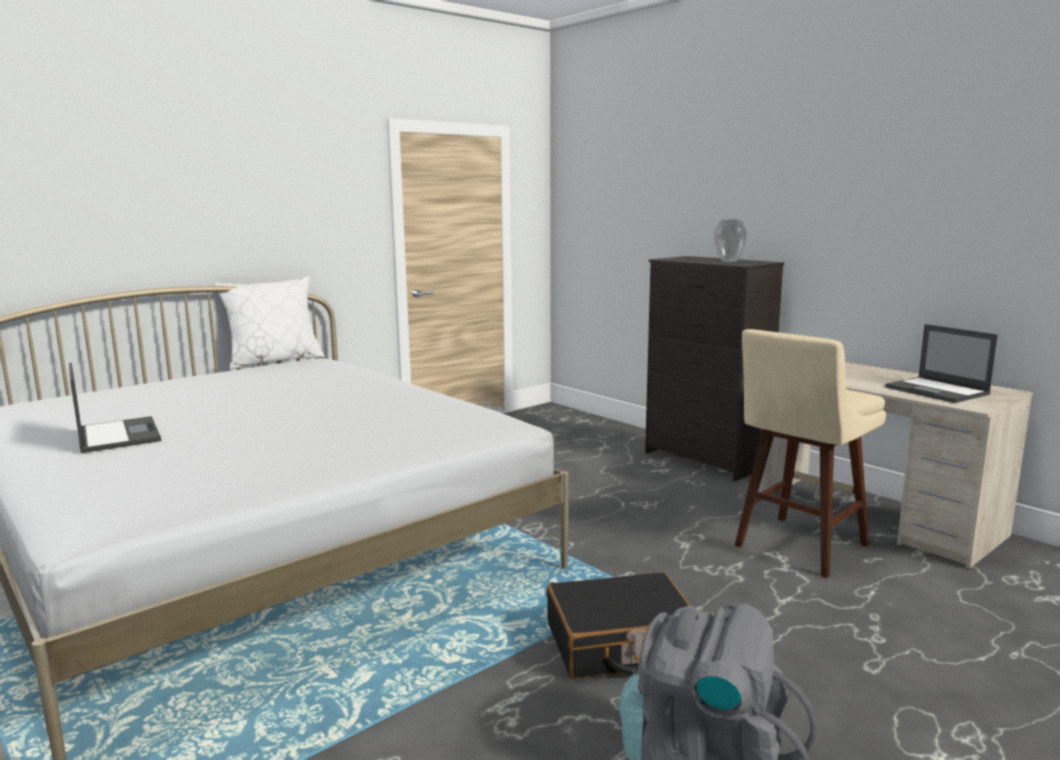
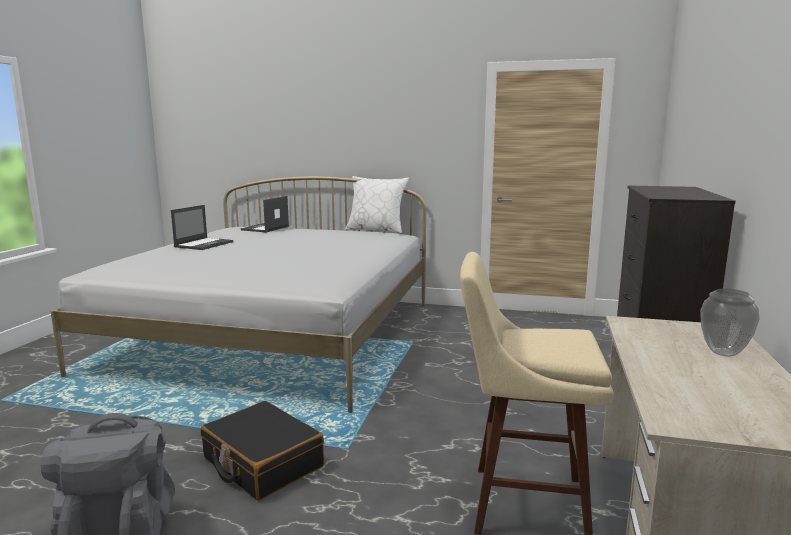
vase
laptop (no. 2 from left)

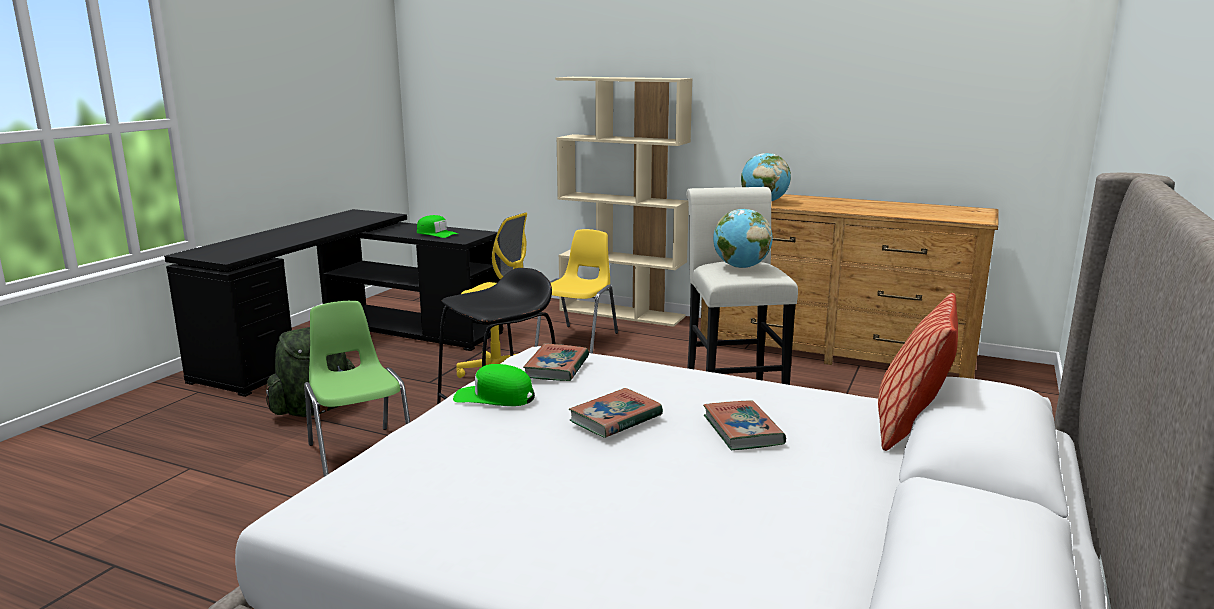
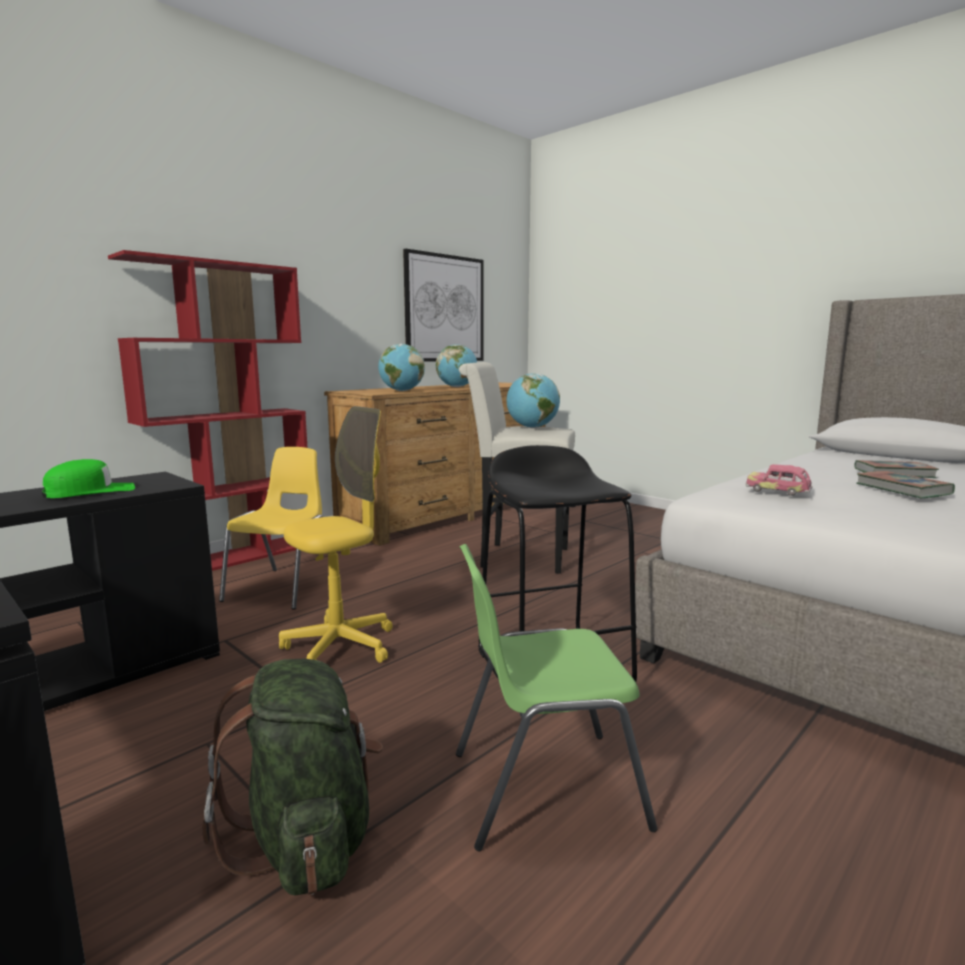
red bookcase
yellow chair
pillow
toy car
green cap (no. 2 from left in the first image)
picture
globe (no. 2 from left)

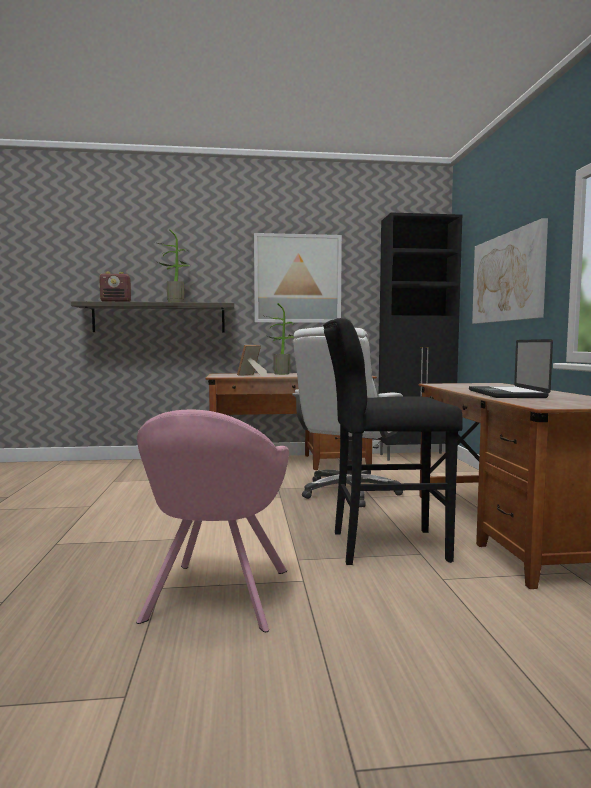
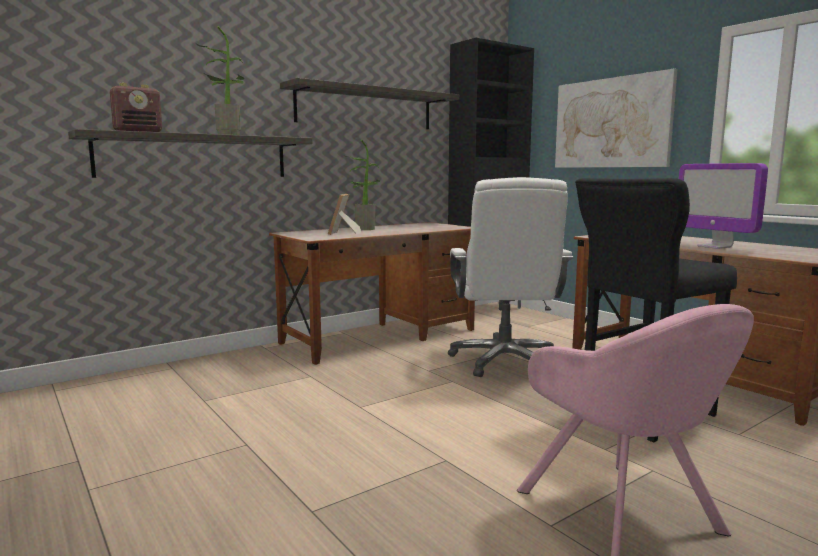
shelf (no. 2 from left)
monitor

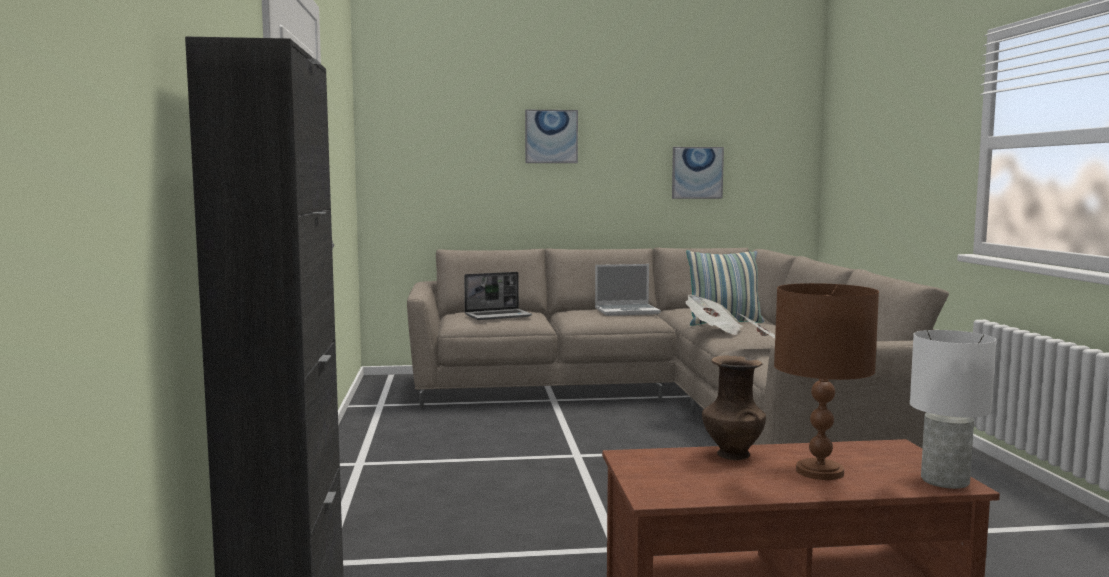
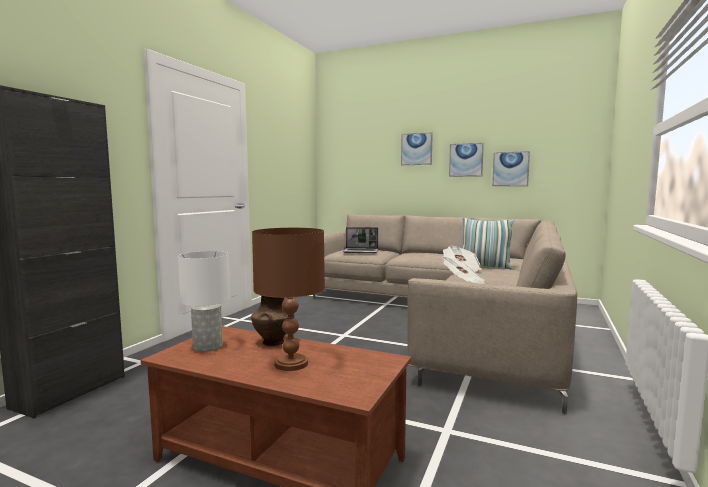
laptop (no. 2 from left in the first image)
white table lamp
picture (no. 2 from left)

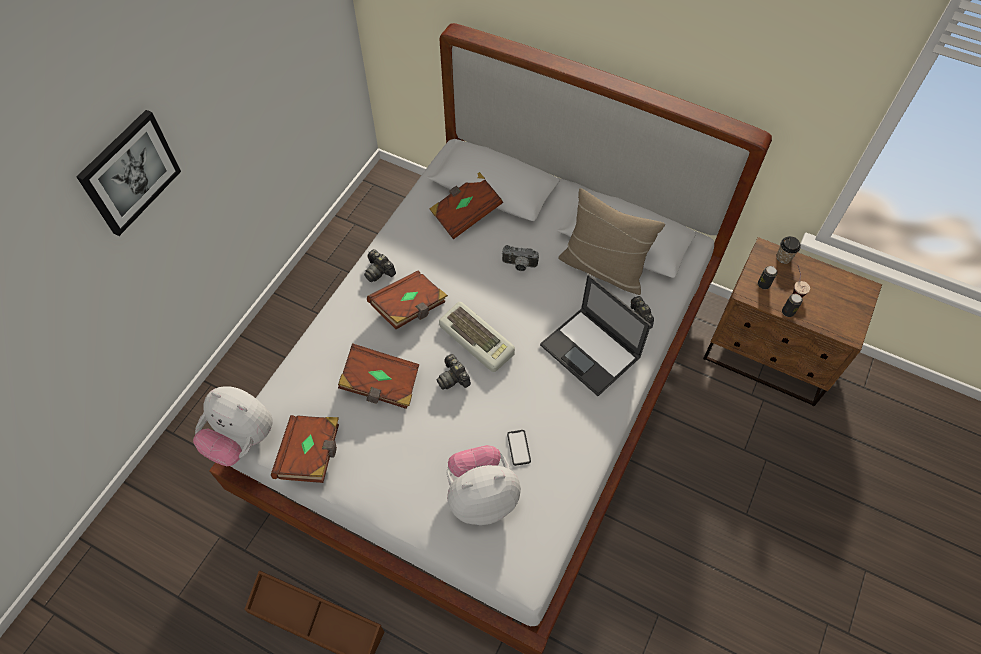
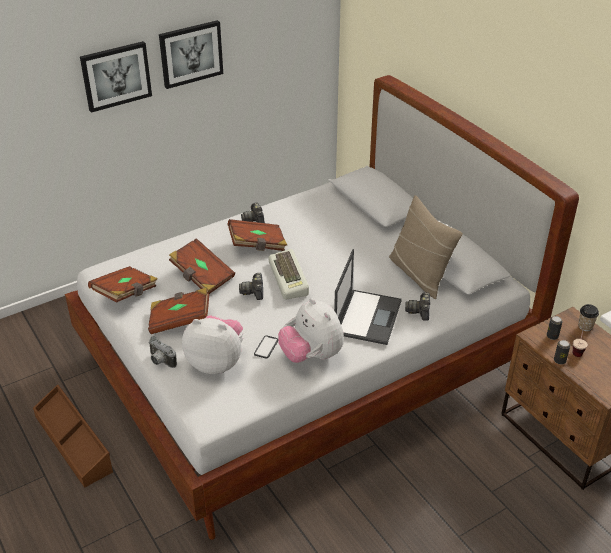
brown book (no. 2 from left)
photo camera (no. 1 from left)
laptop
plush toy (no. 2 from left)
picture (no. 2 from left)

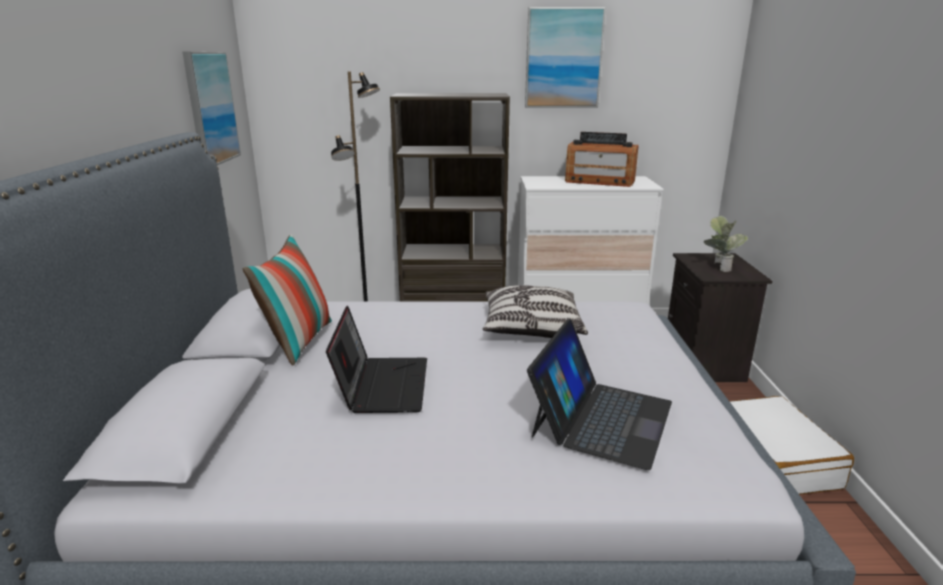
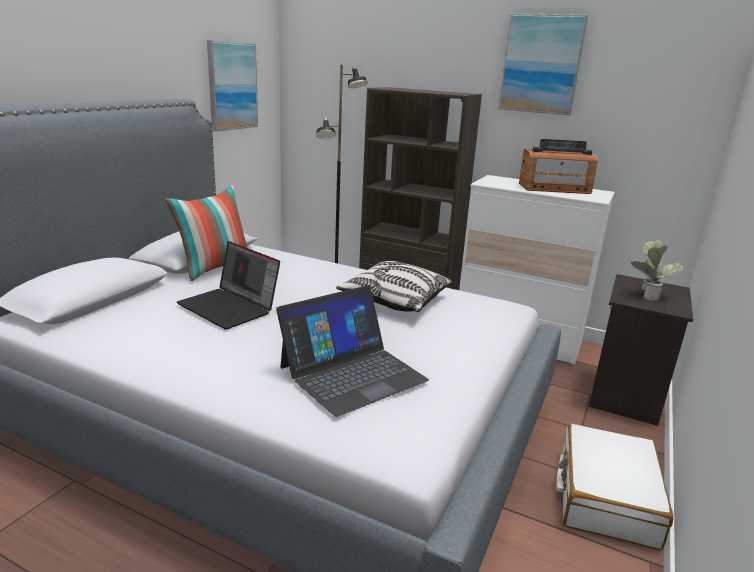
radio
laptop (no. 1 from left)

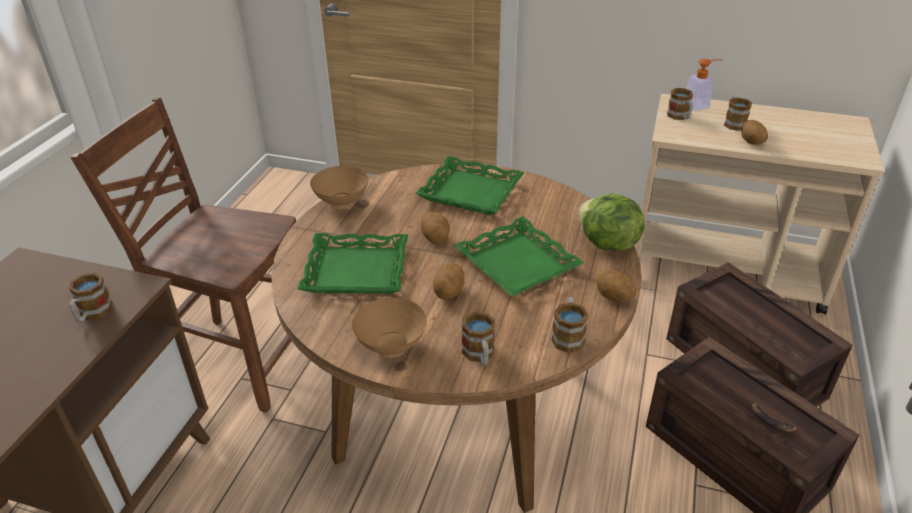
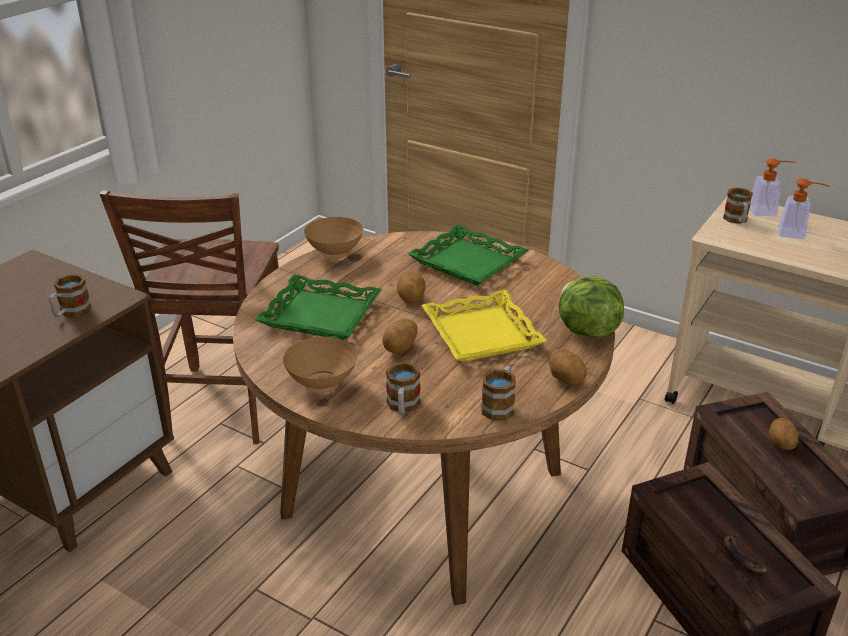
soap dispenser (no. 2 from left)
brown chair
potato (no. 4 from left)
yellow tray

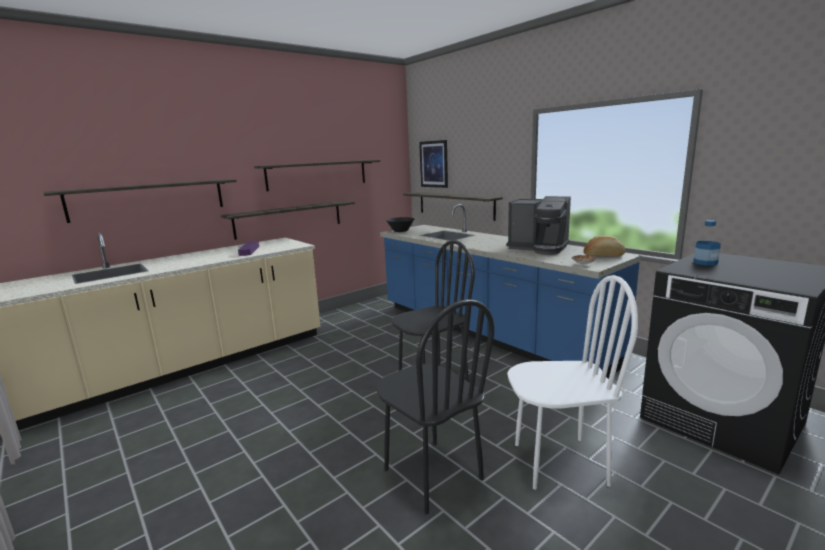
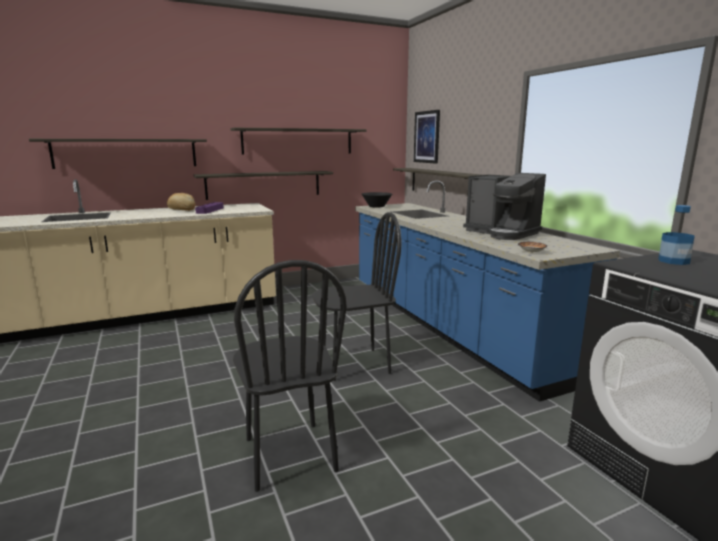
bread
white chair

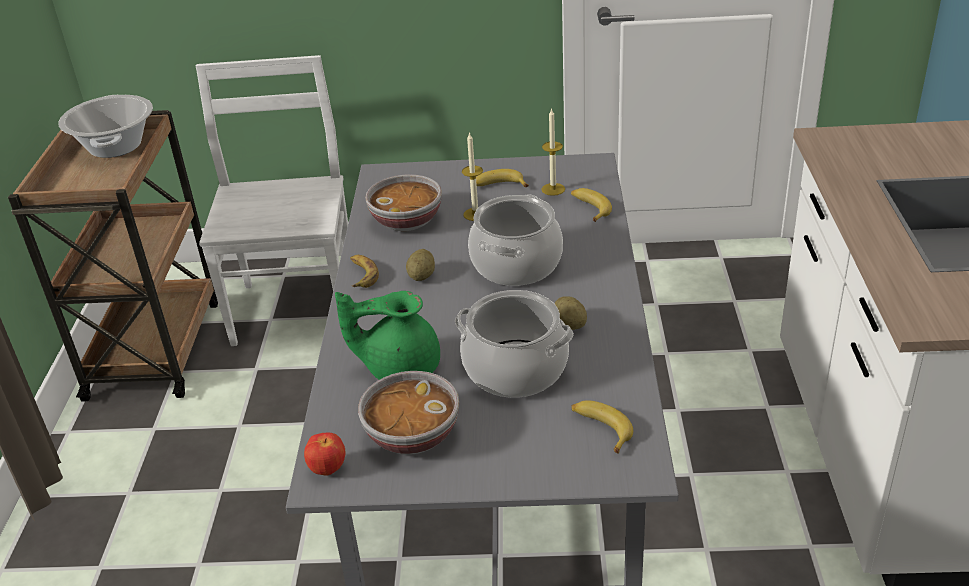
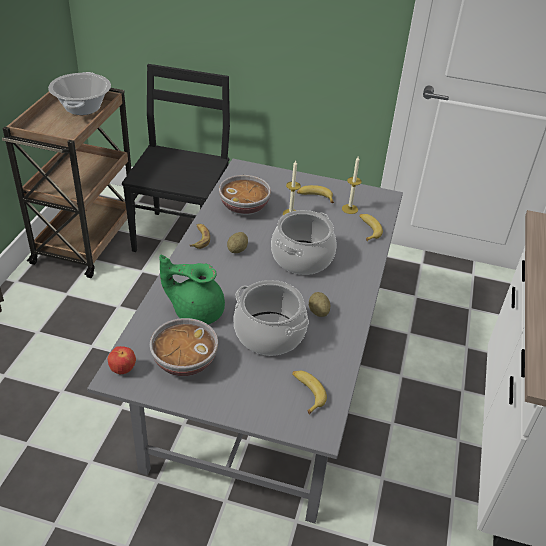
black chair

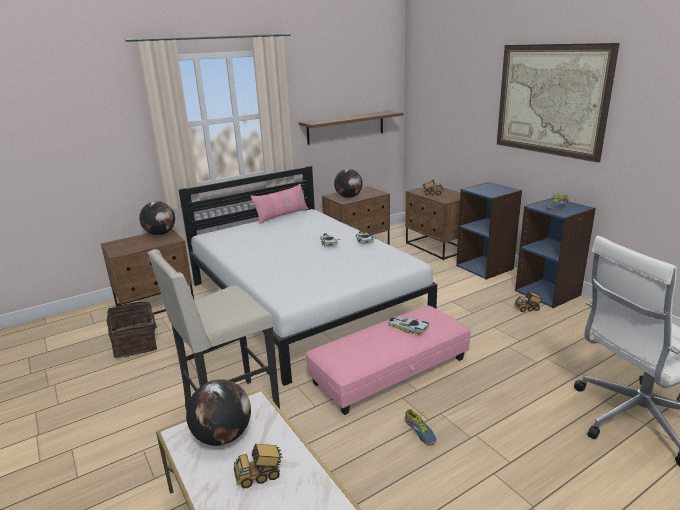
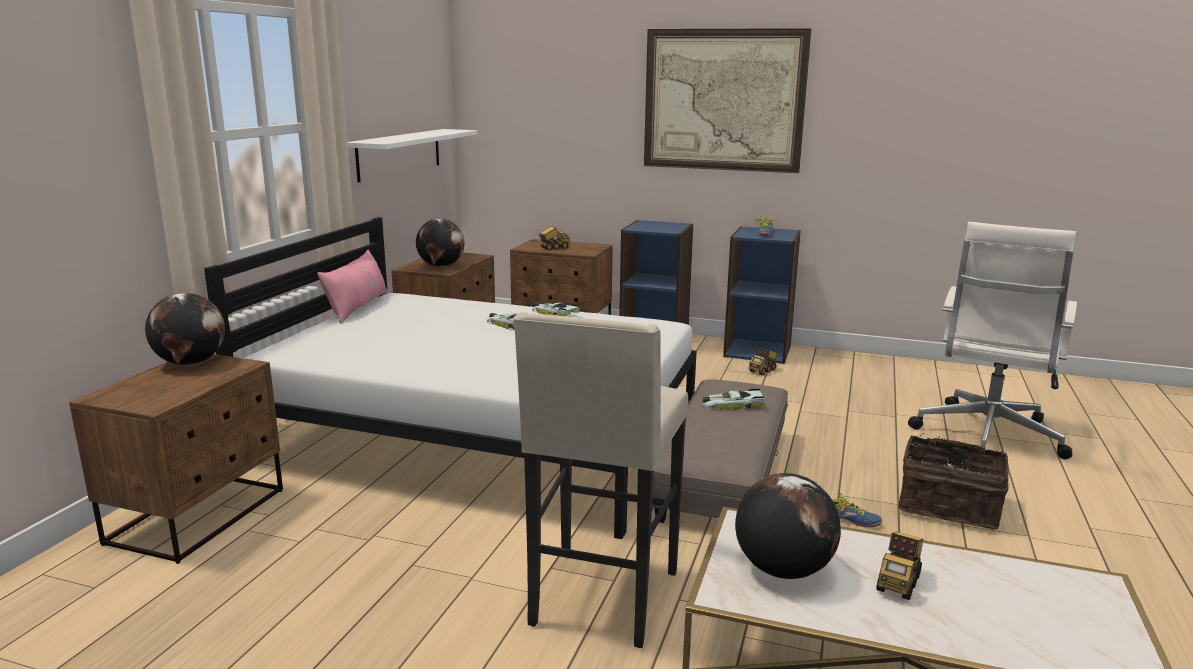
white shelf
basket
grey ottoman

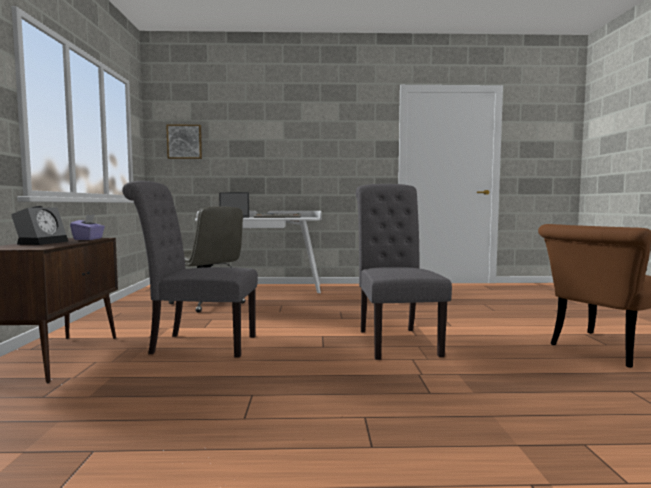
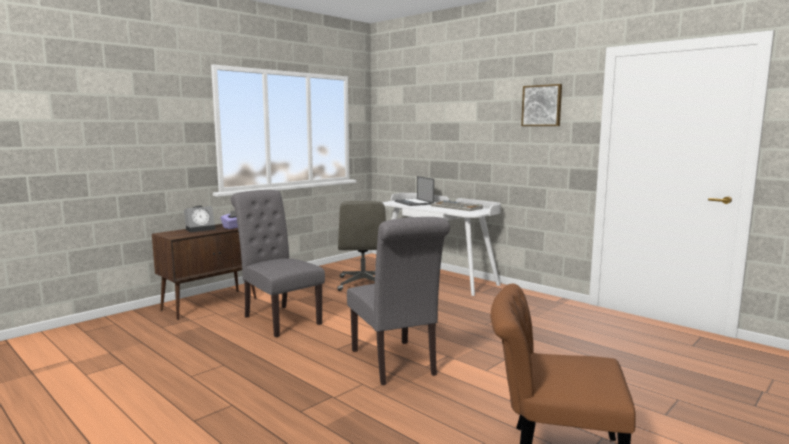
picture
grey chair (no. 2 from left)

